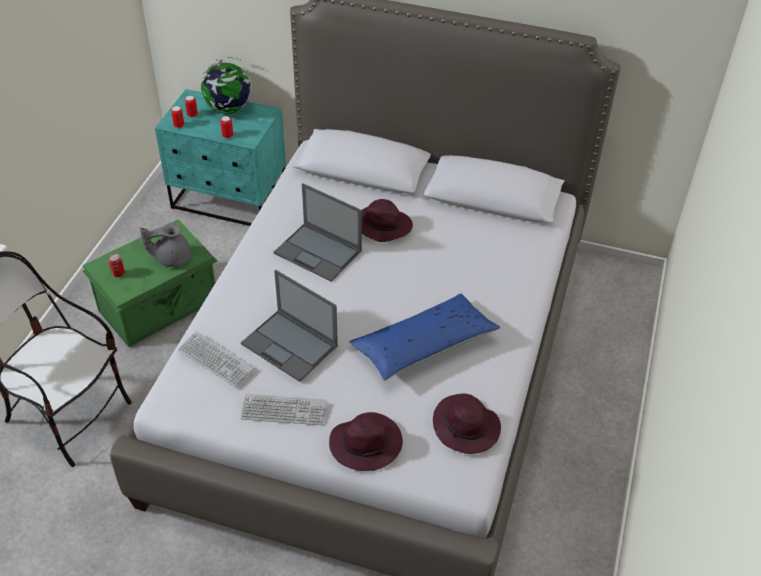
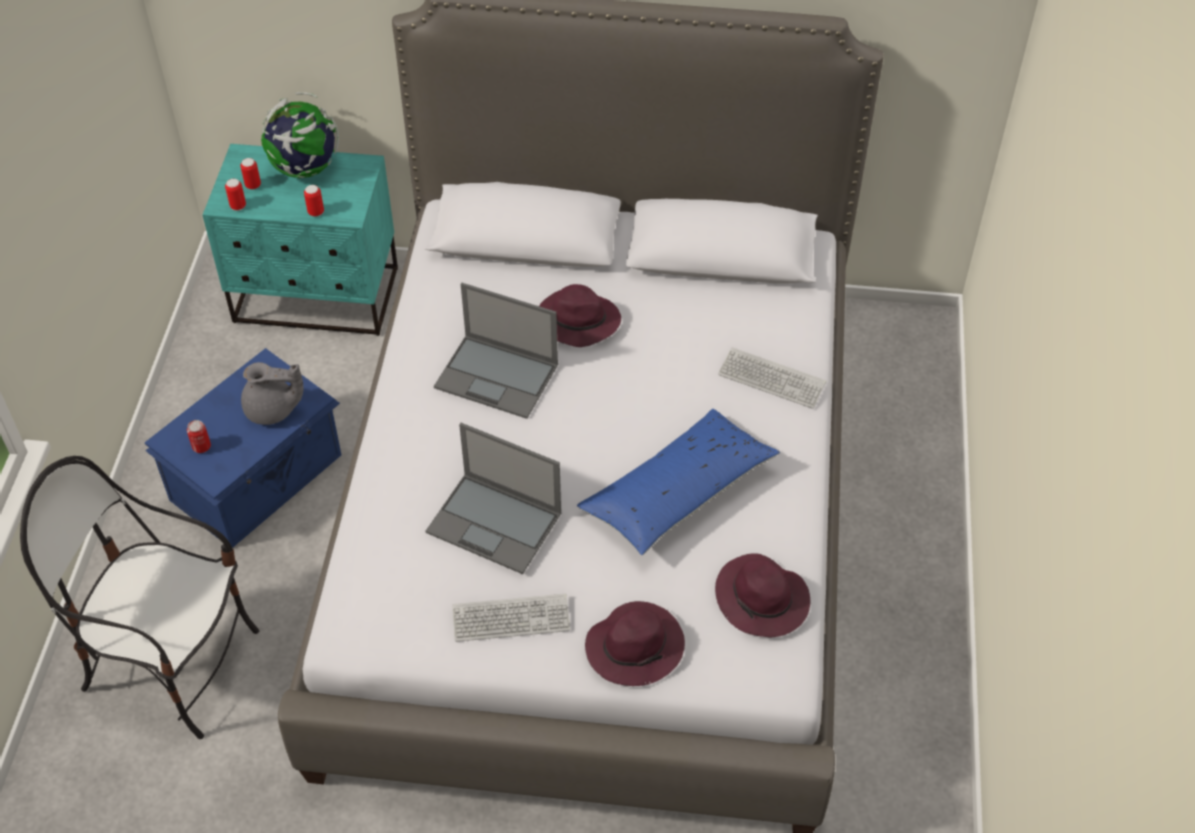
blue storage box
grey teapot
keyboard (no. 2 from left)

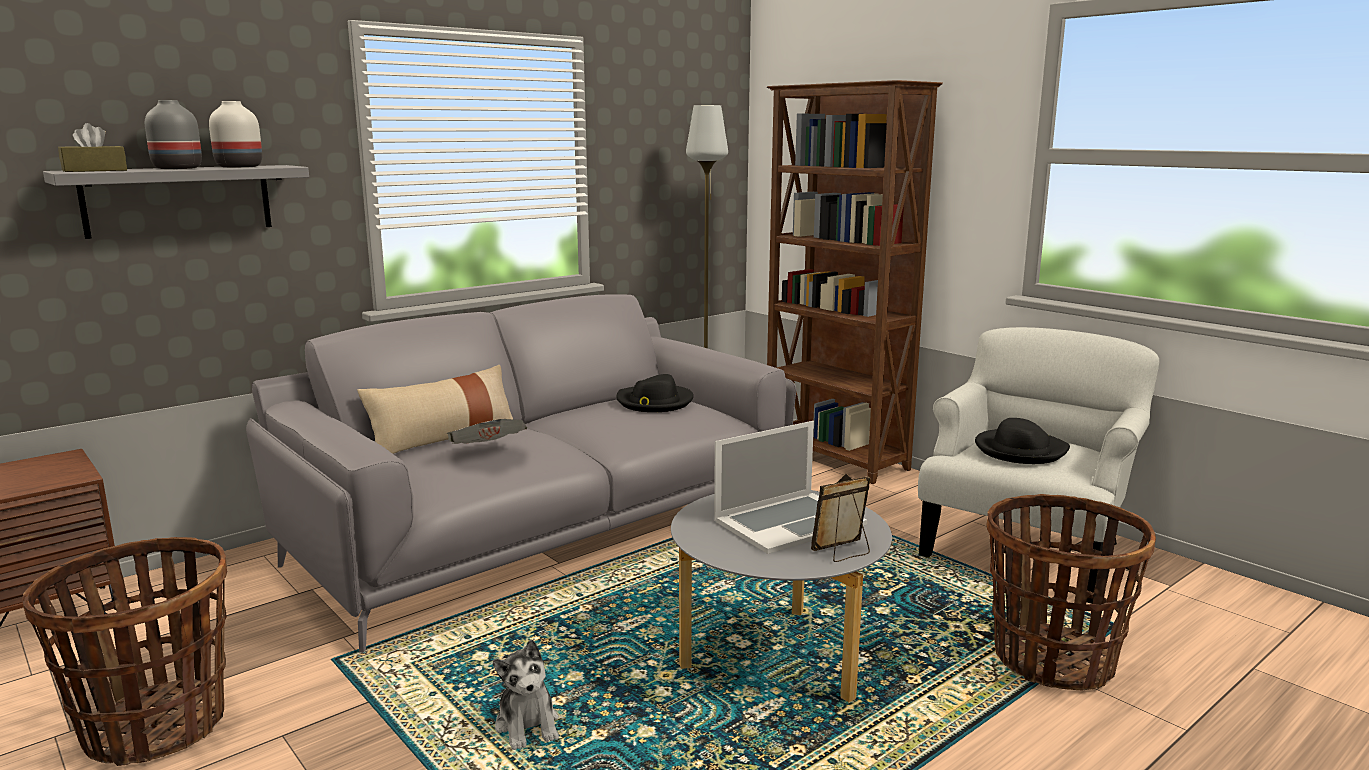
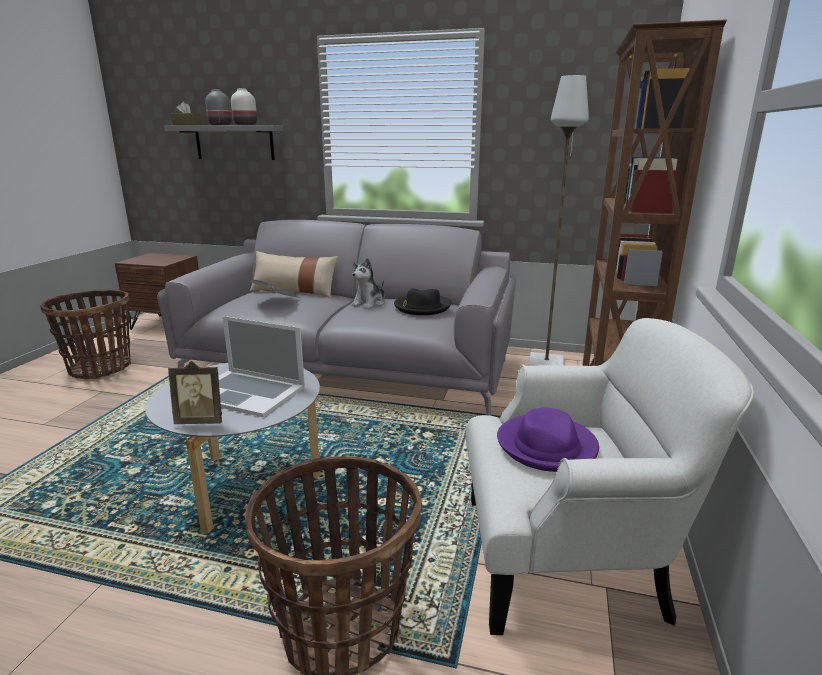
purple hat
picture frame
plush toy

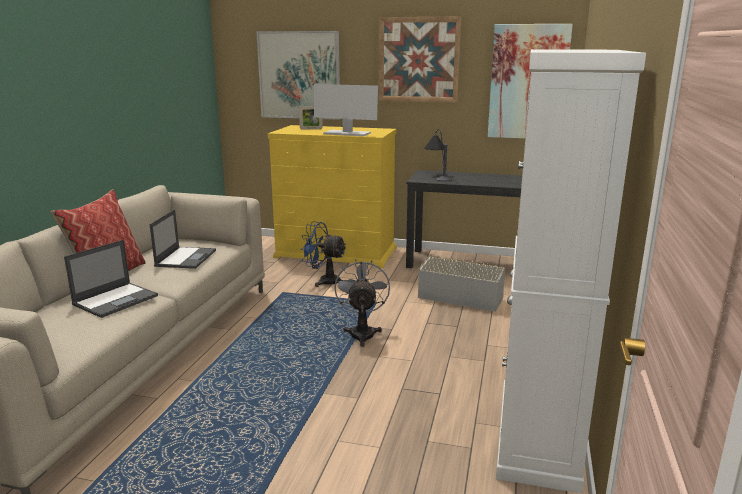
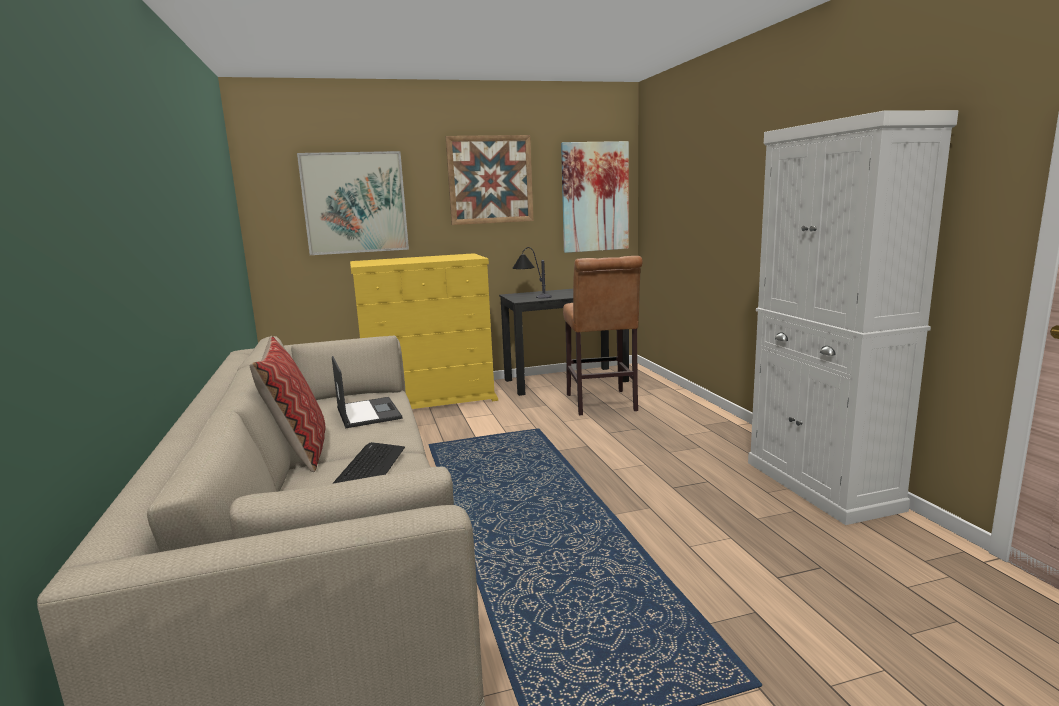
monitor
picture frame
blue fan
keyboard
brown stool
grey fan

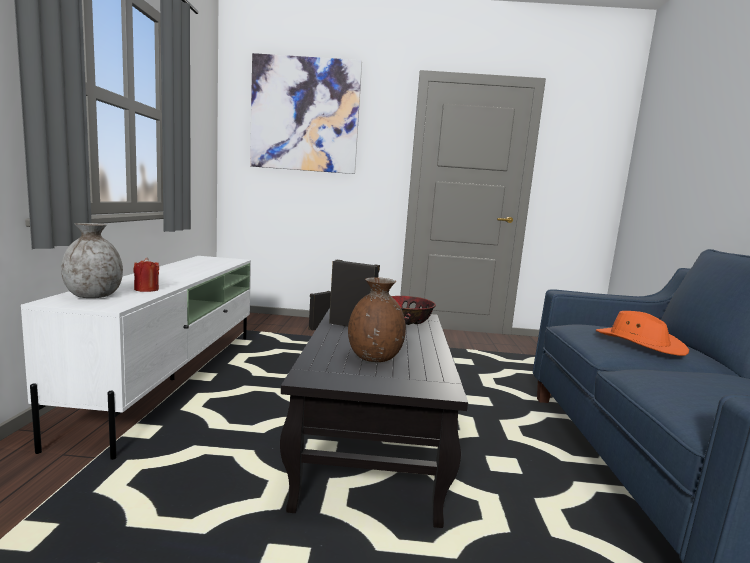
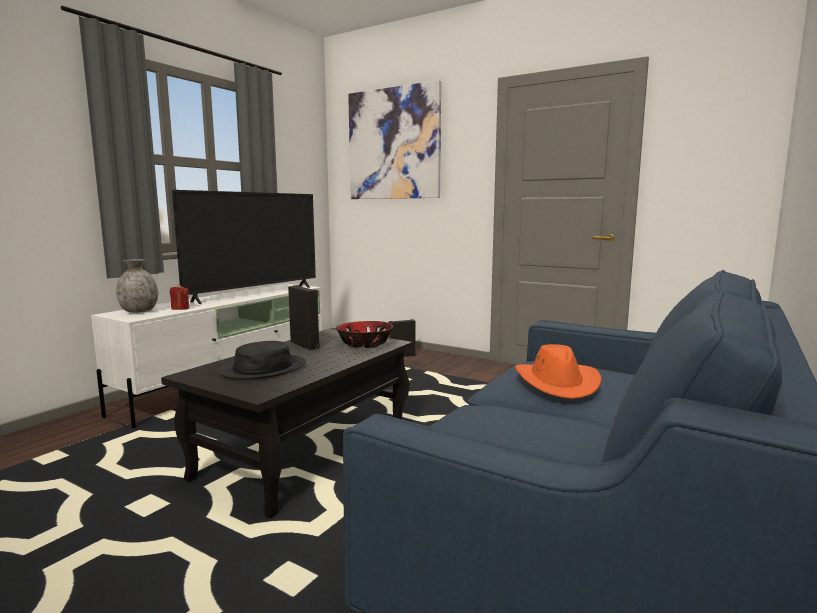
black hat
television

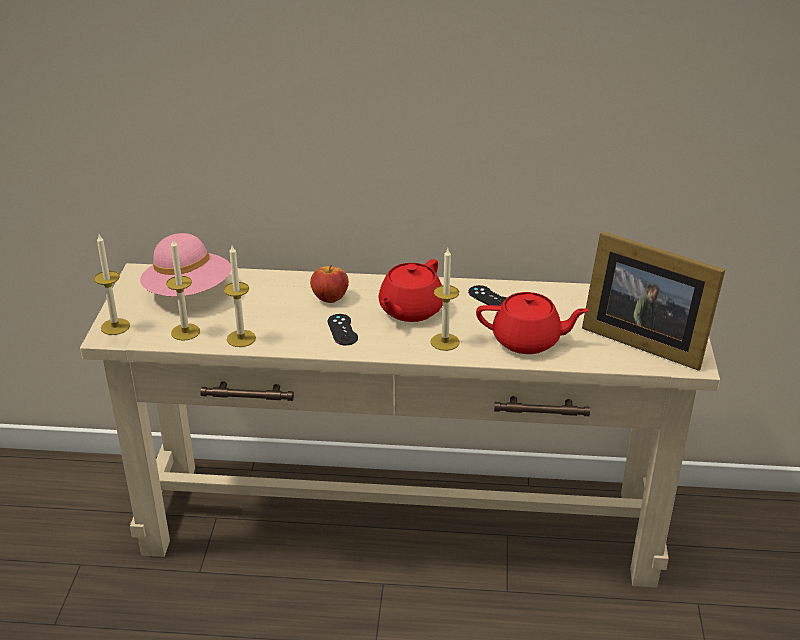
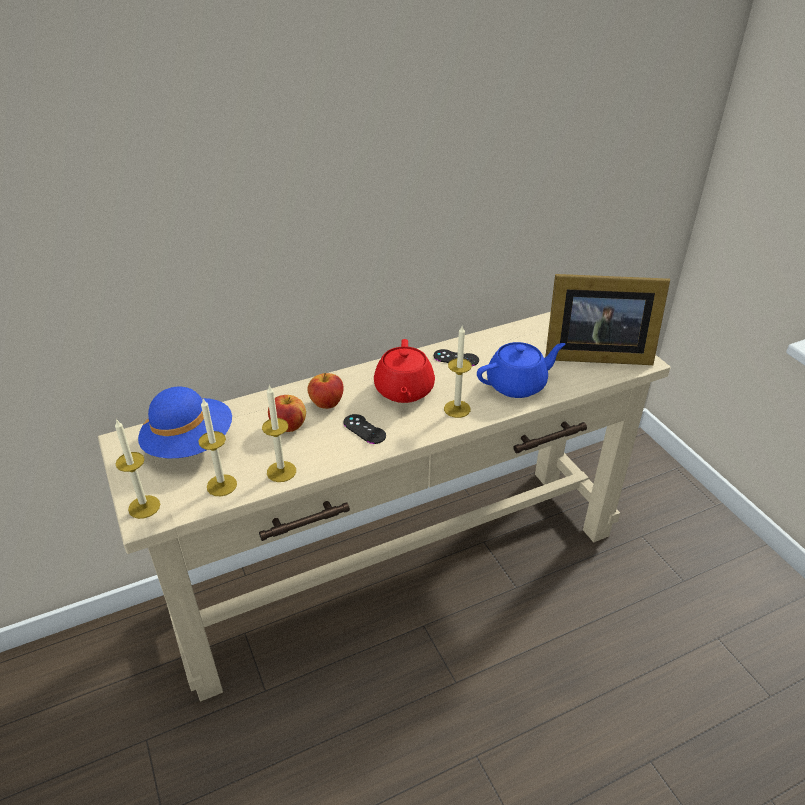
blue hat
blue teapot
apple (no. 1 from left)

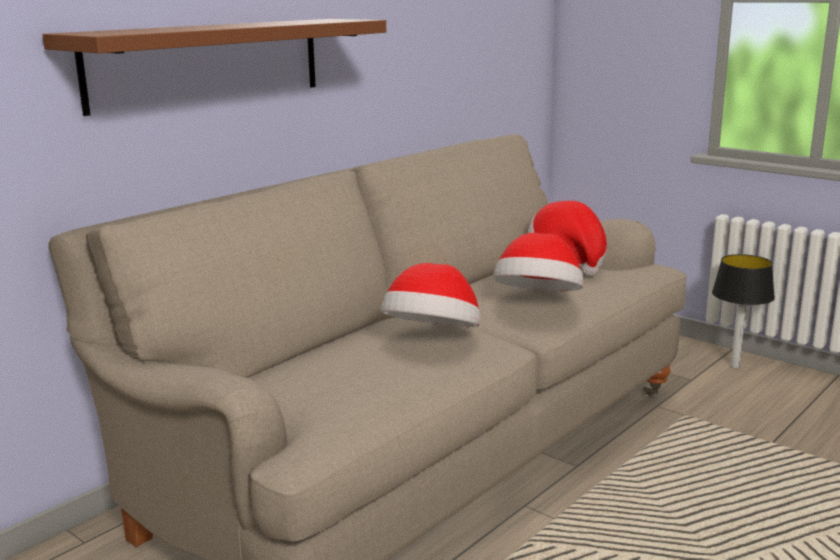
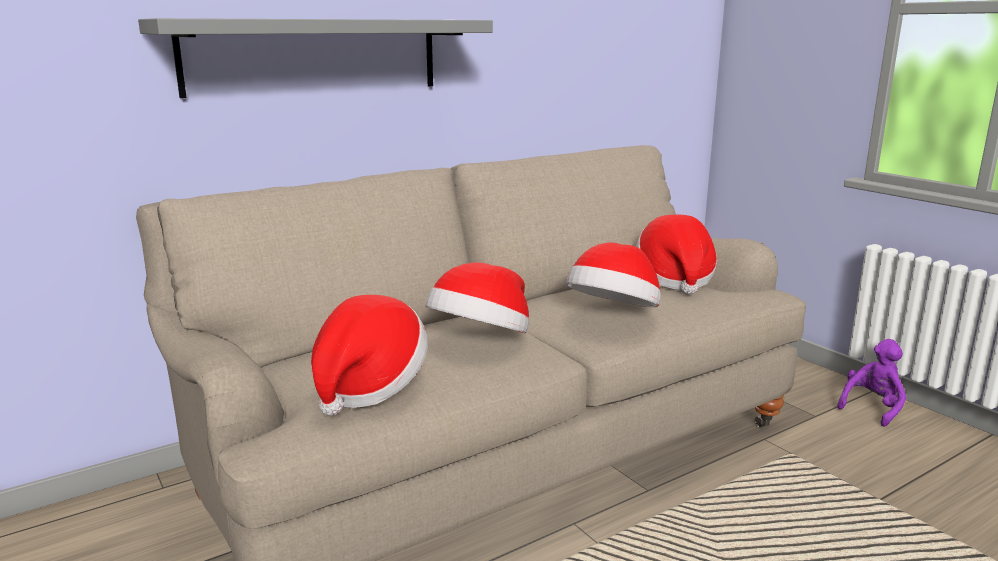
grey shelf
purple plush toy
hat (no. 1 from left)

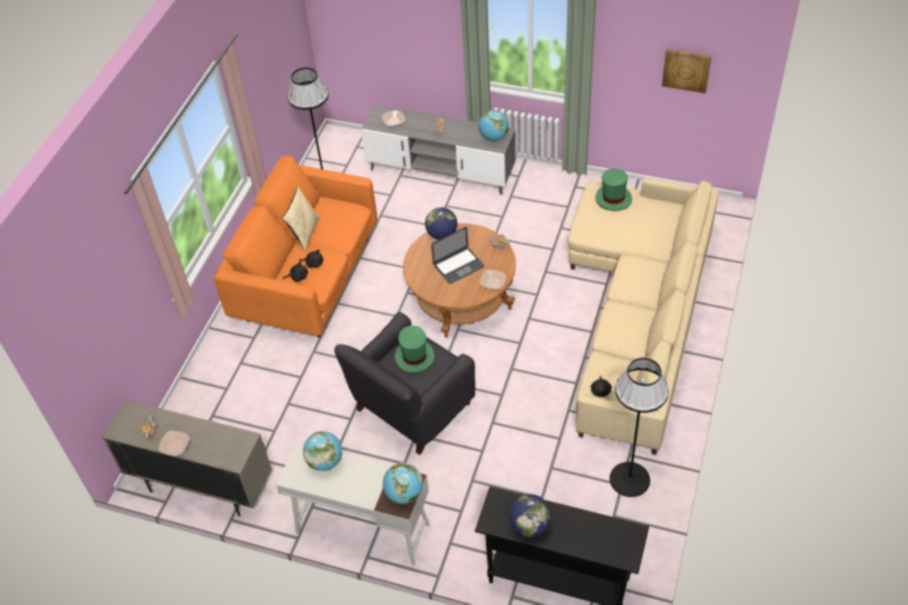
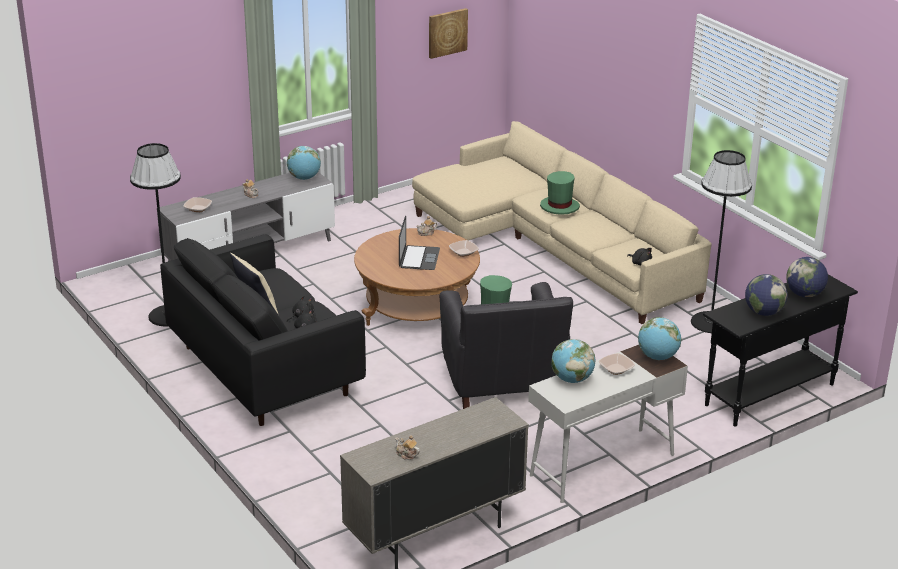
black sofa
green hat (no. 2 from left)
globe (no. 5 from left)
bowl (no. 3 from left)

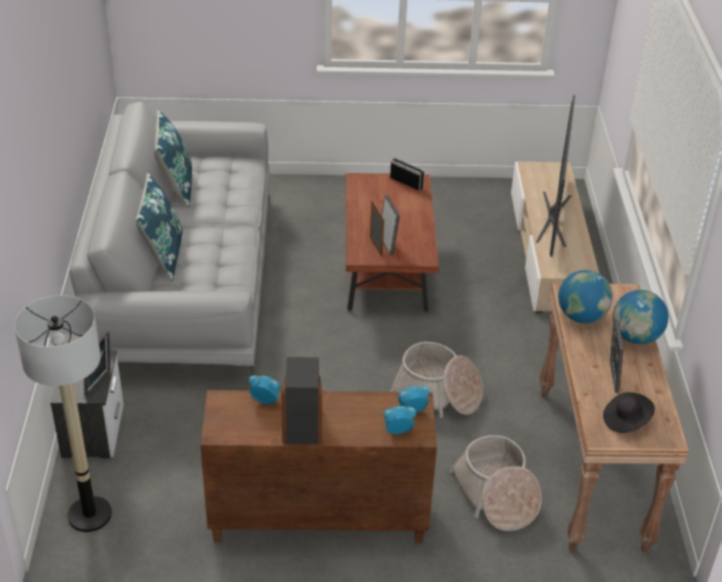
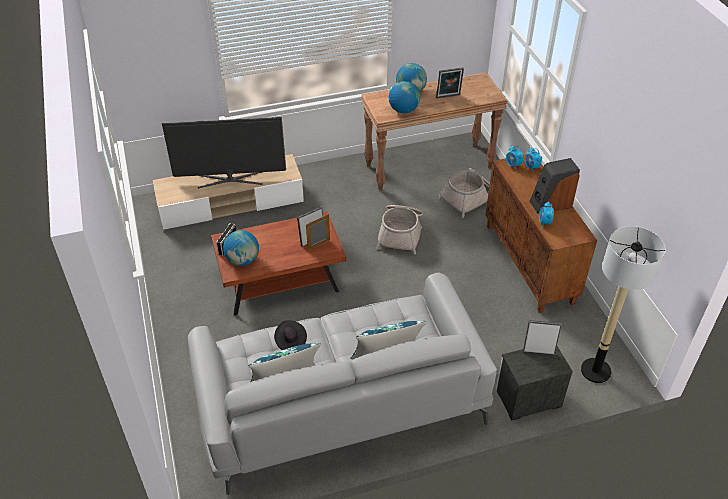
black hat
globe (no. 1 from left)

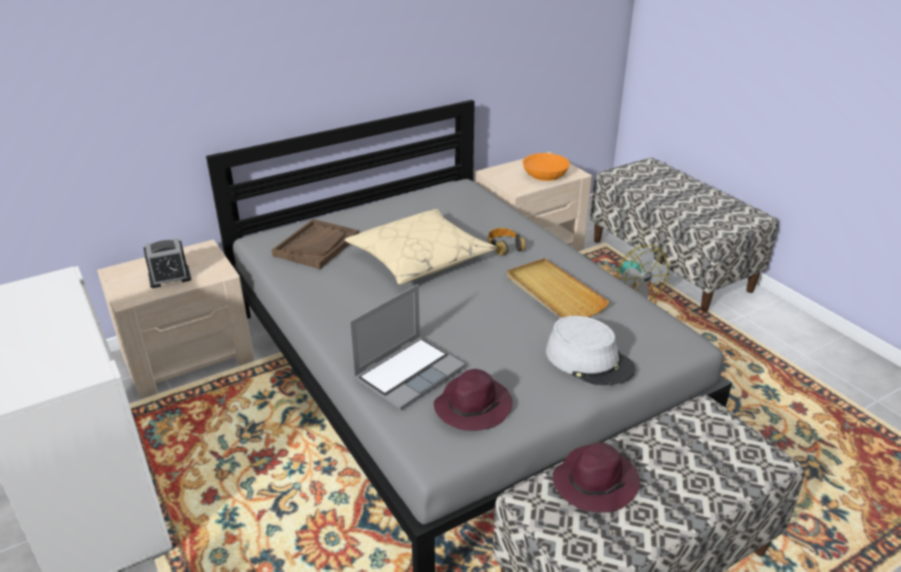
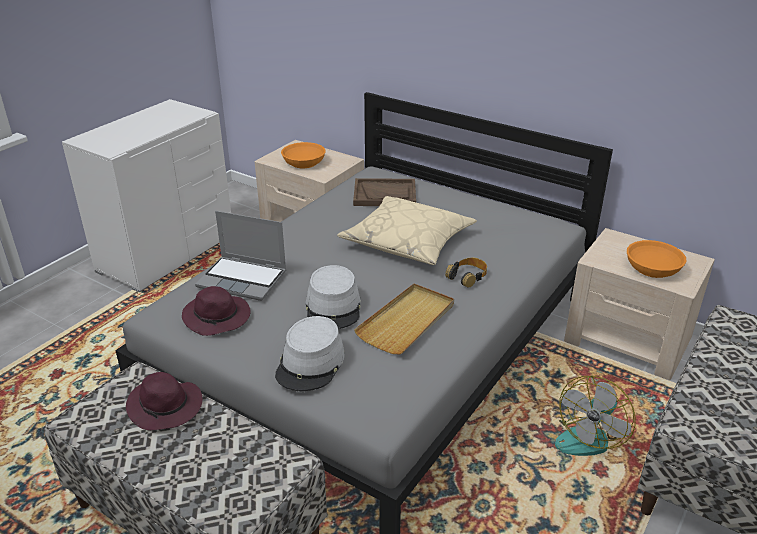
orange bowl (no. 1 from left)
grey hat (no. 2 from left)

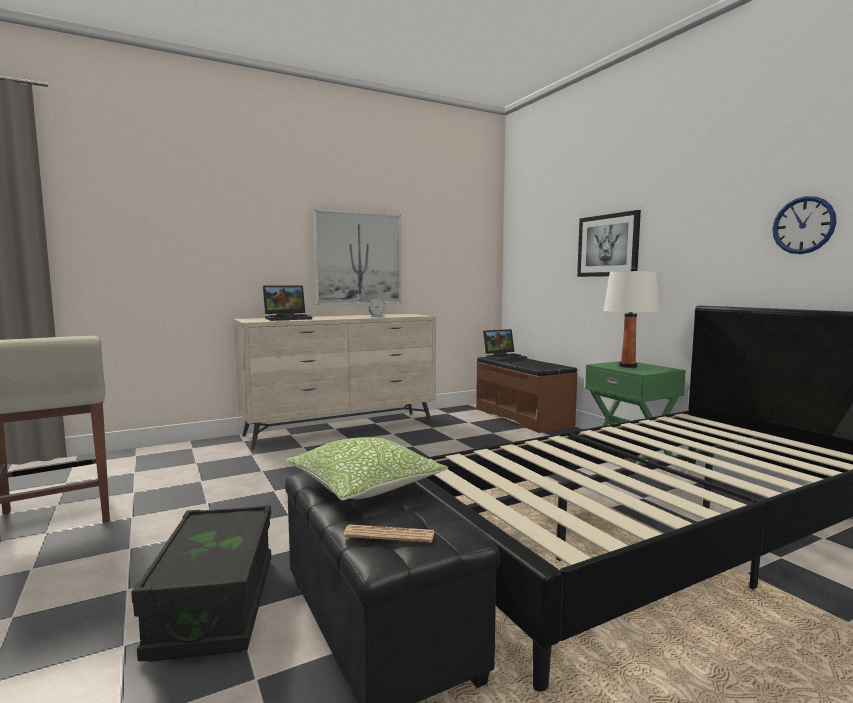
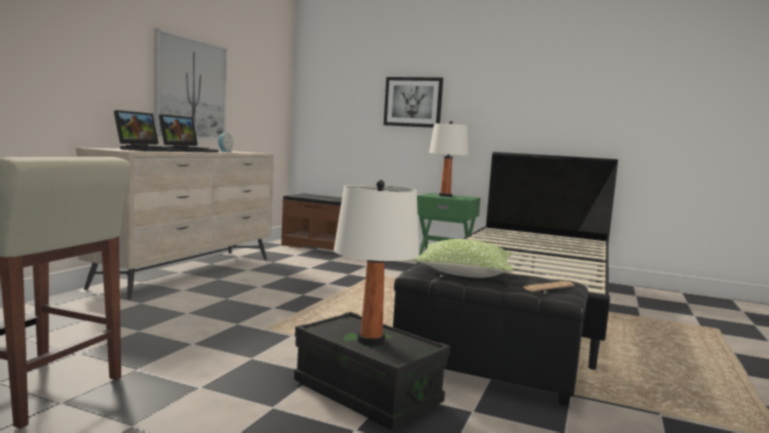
wall clock
laptop (no. 2 from left)
white table lamp (no. 1 from left)

